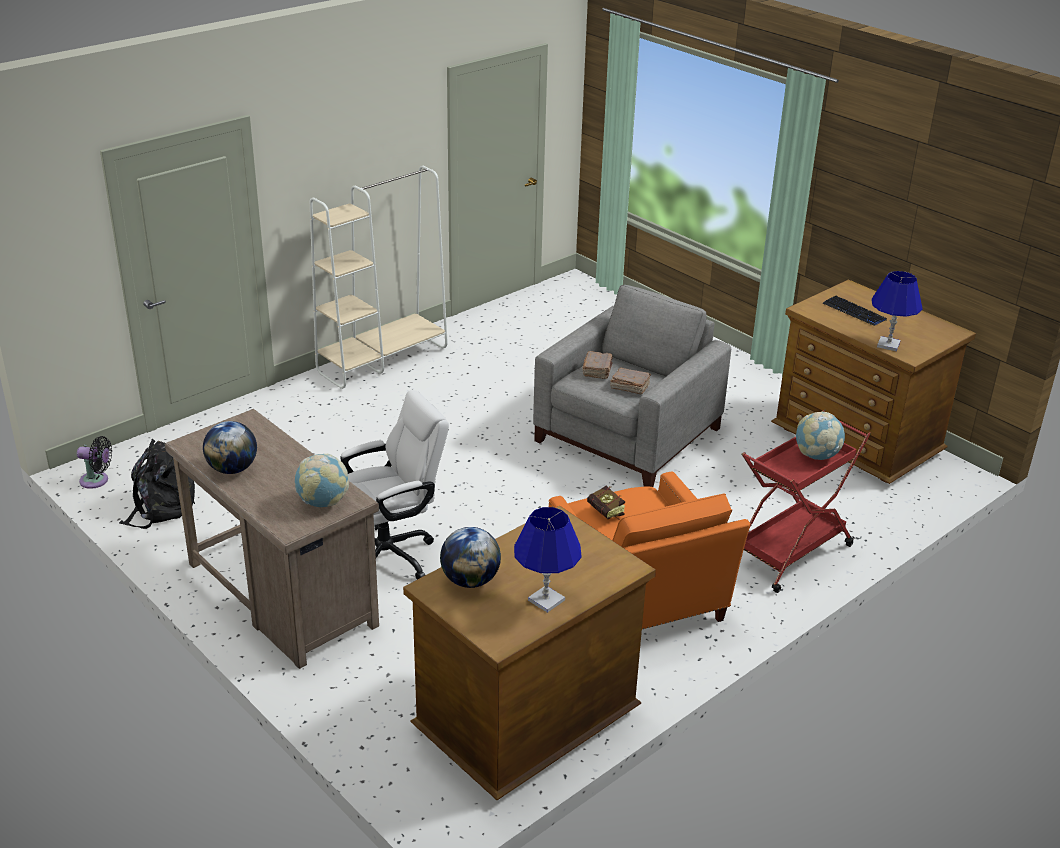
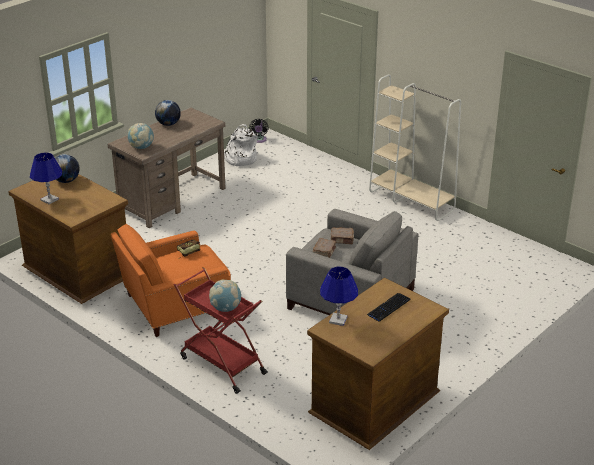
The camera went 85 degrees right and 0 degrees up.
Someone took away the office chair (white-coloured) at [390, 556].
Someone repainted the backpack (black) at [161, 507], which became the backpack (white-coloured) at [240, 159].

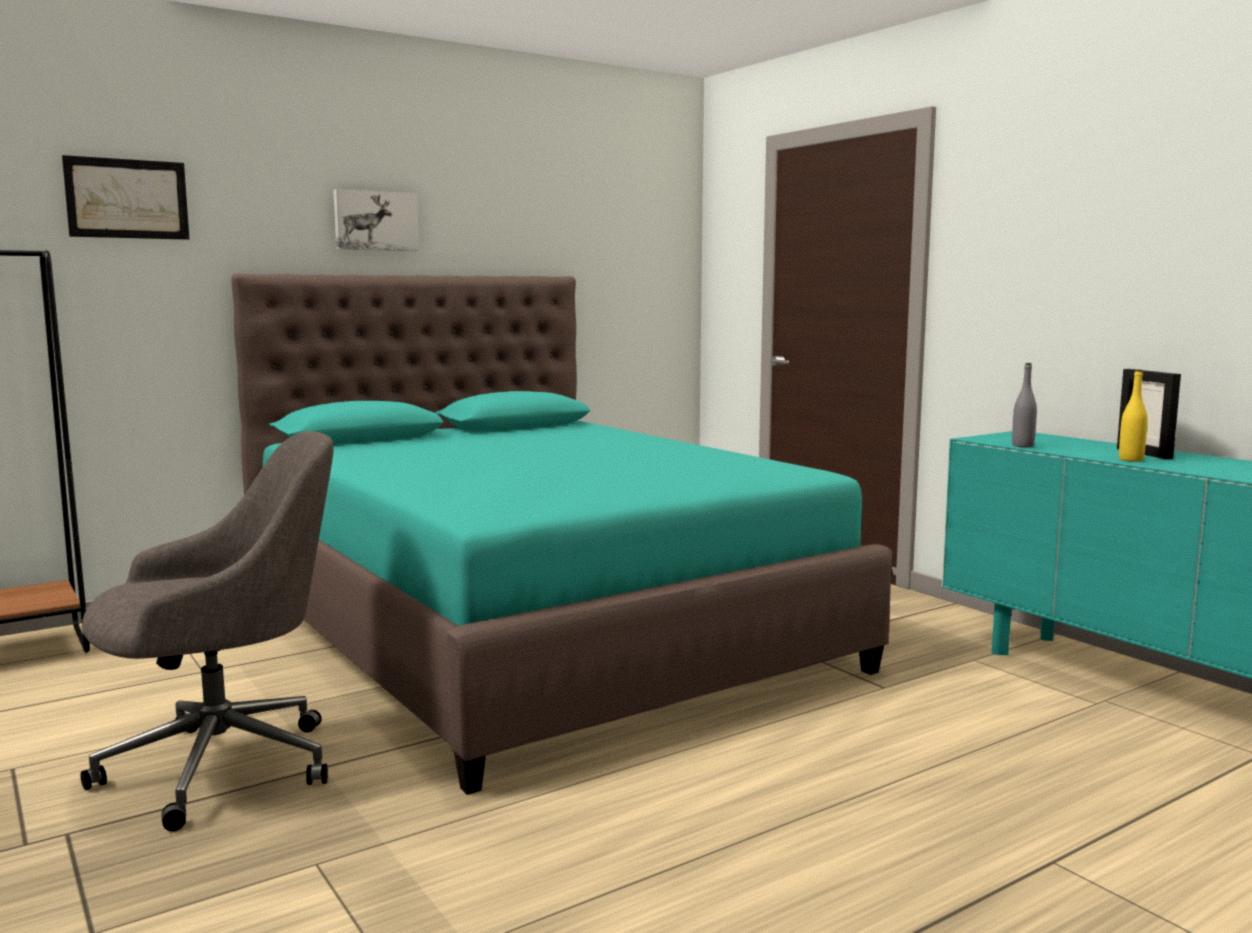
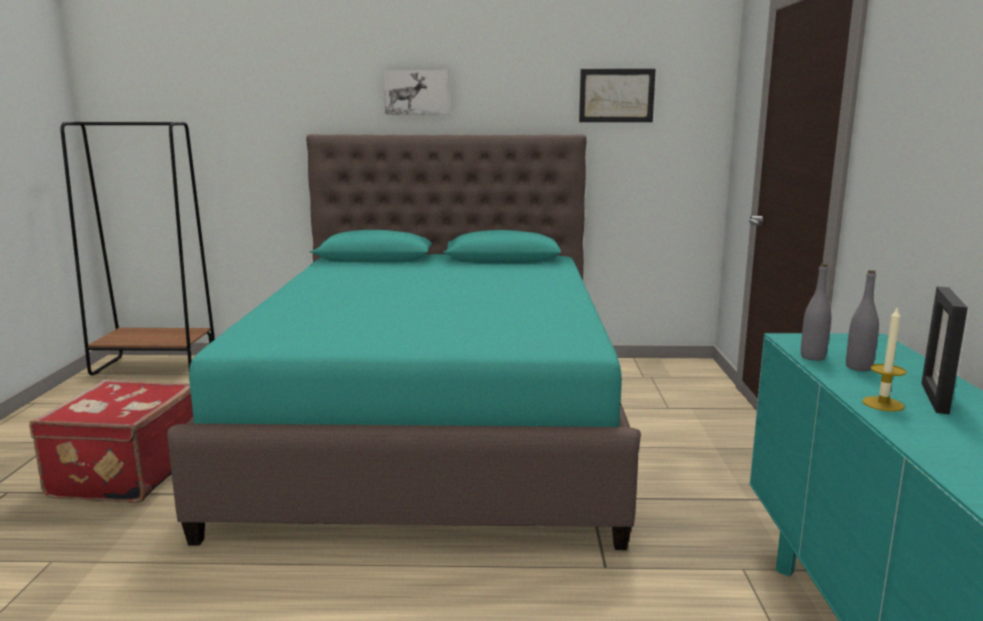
The camera went 35 degrees right and 5 degrees up.
Someone put down the beverage bottle (gray) at [858, 367].
Someone carried the wall picture from [127, 199] to [616, 95].
Someone swapped the office chair (gray) at [223, 767] for the suitcase (reddish) at [123, 475].
Someone swapped the beverage bottle (yellow-coloured) at [1131, 460] for the wax light at [883, 404].

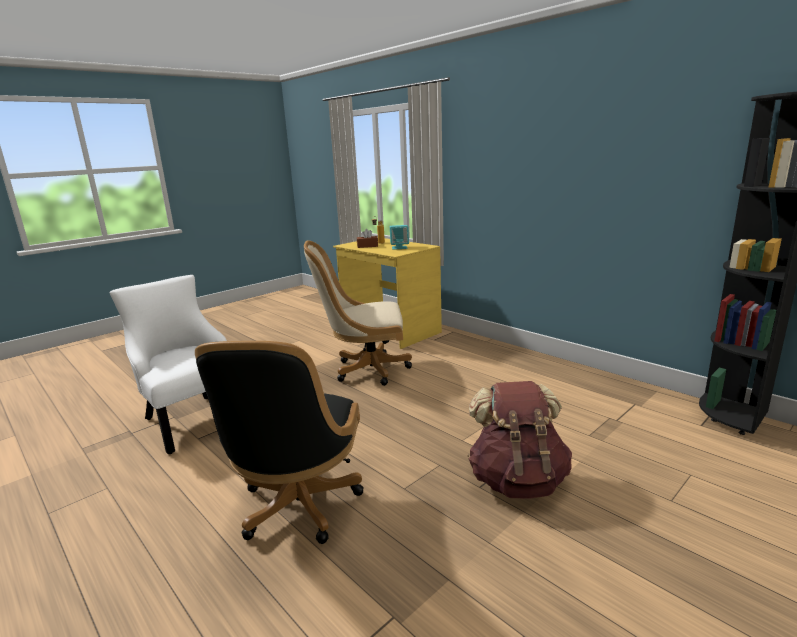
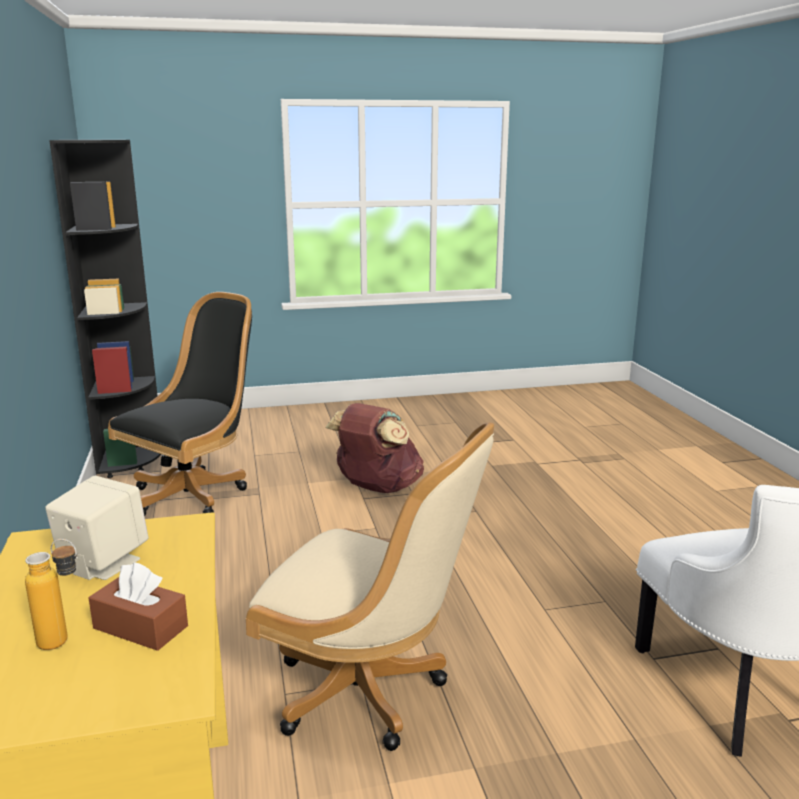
The camera went 150 degrees left and 0 degrees up.
Someone carried the office chair (black) from [297, 513] to [196, 493].
Someone repainted the loudspeaker (turquoise) at [399, 247], which became the loudspeaker (beige-coloured) at [103, 563].

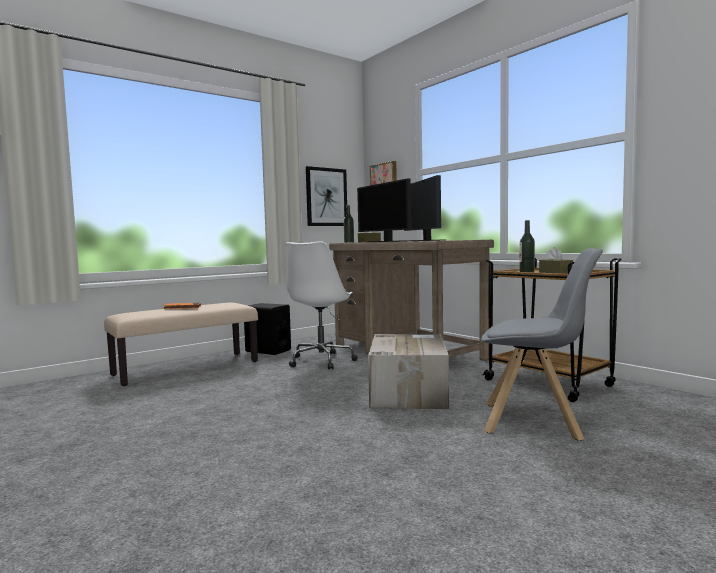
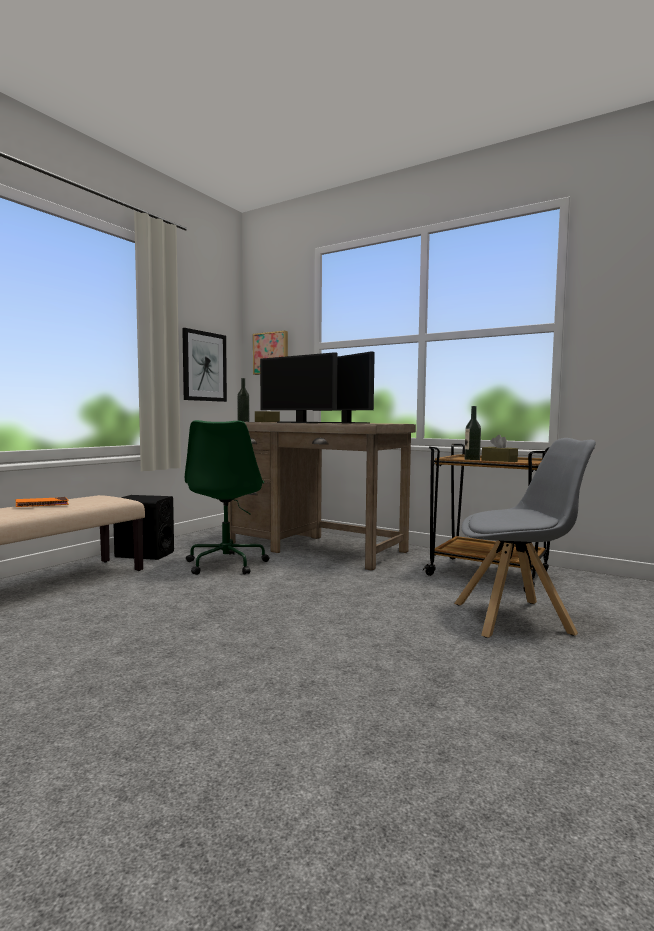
The camera went 20 degrees left and 0 degrees up.
Someone took away the carton at [408, 391].
Someone repainted the office chair (white-coloured) at [320, 361], which became the office chair (green-coloured) at [225, 565].

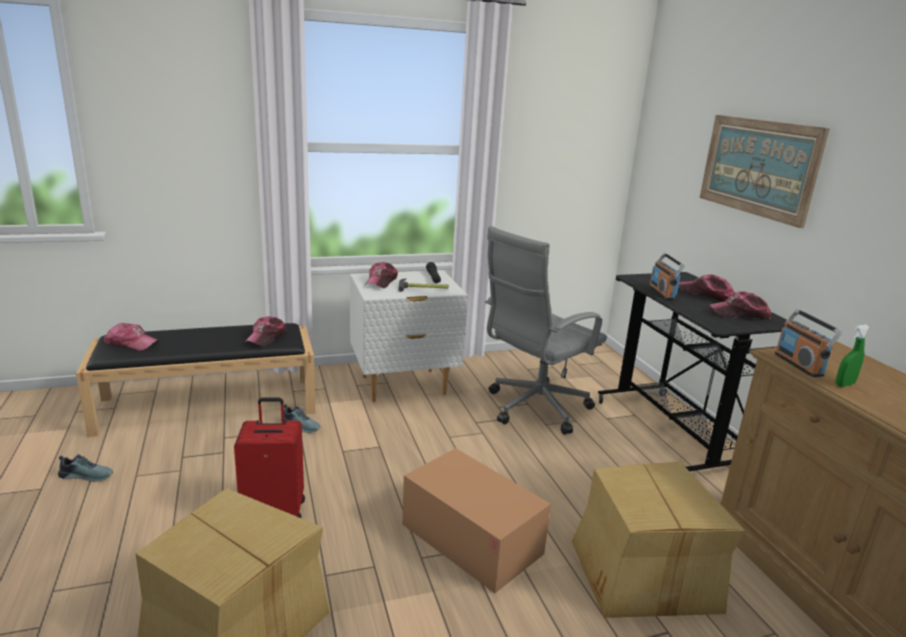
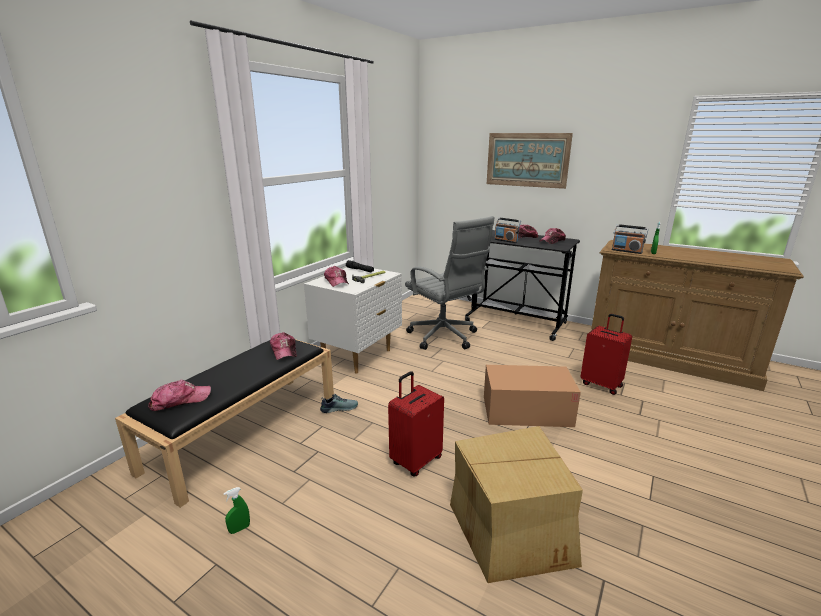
The camera went 40 degrees left and 0 degrees up.
Someone swapped the item of footwear at [87, 475] for the hand sprayer (green-coloured) at [239, 529].
Someone swapped the carton at [643, 573] for the suitcase (reddish) at [601, 384].
Someone rotated the office chair (gray) at [534, 409] by 45 degrees counterclockwise.

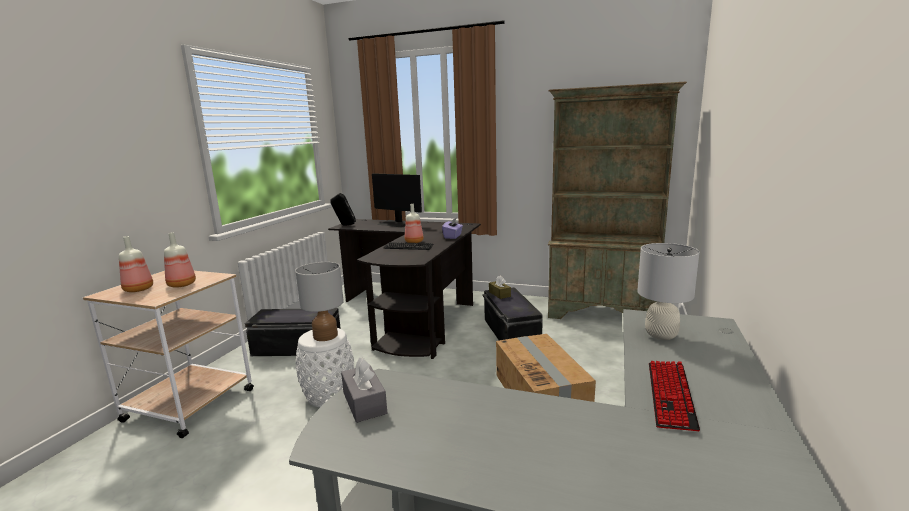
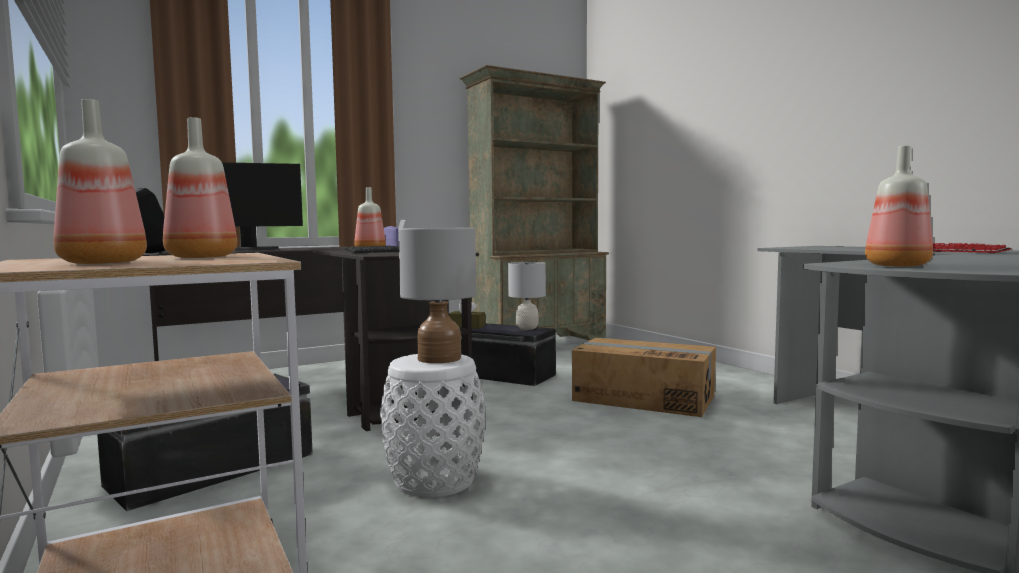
The camera went 50 degrees left and 10 degrees down.
Someone carried the table lamp (gray) from [660, 336] to [527, 329].
Someone swapped the tissue holder (gray) at [364, 403] for the beverage bottle at [896, 266].

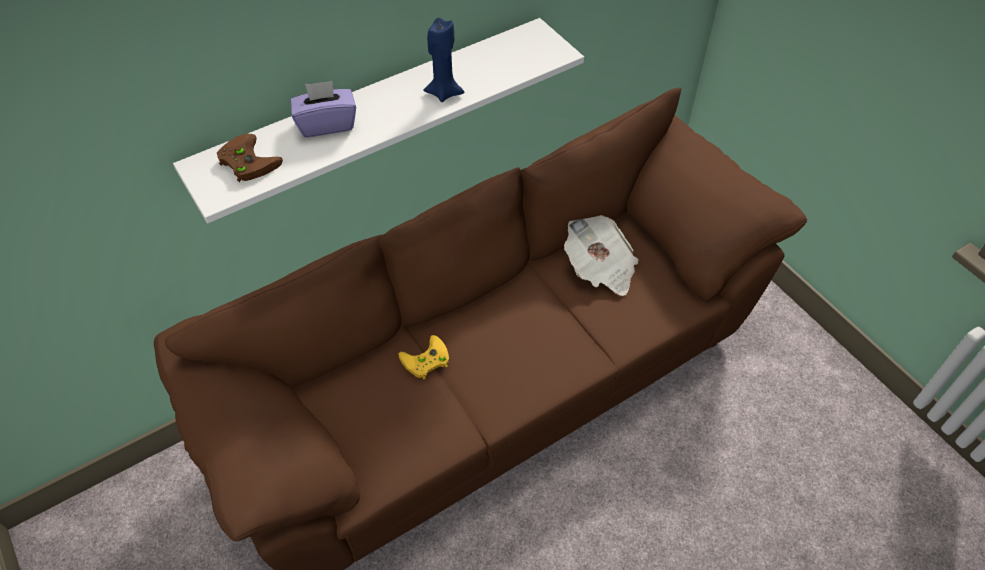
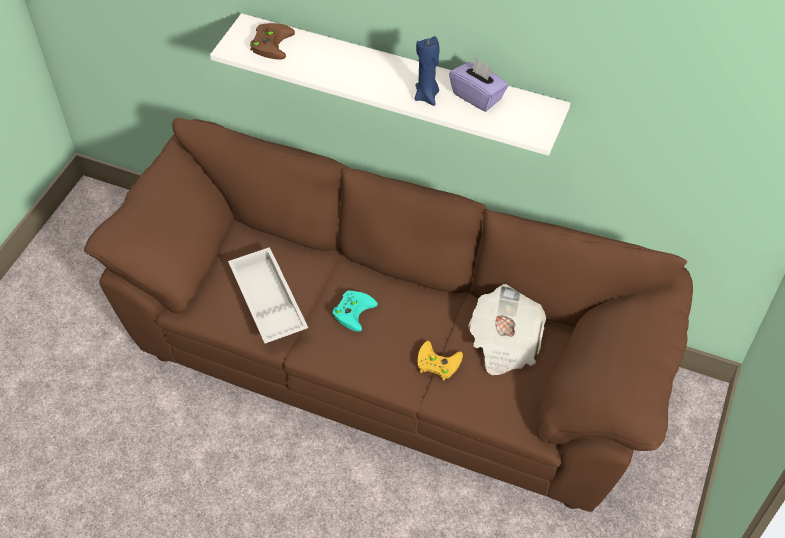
The camera went 55 degrees right and 0 degrees up.
Someone put down the tray (white-coloured) at [266, 302].
Someone put down the game controller (turquoise) at [353, 310].
Someone carried the tissue holder (purple) from [326, 124] to [477, 96].
Someone carried the game controller (yellow-coloured) from [425, 361] to [436, 363].

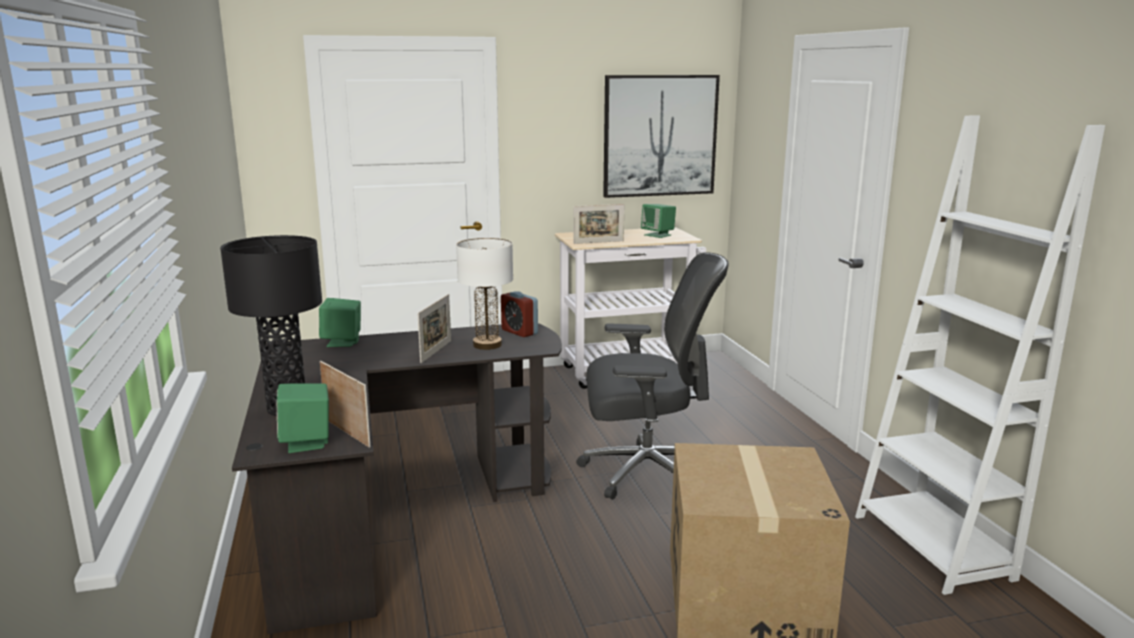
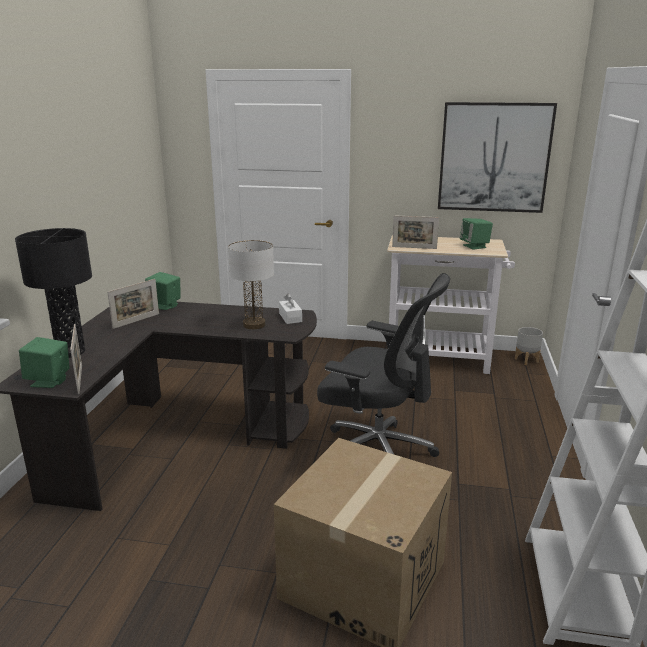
The camera went 25 degrees right and 5 degrees up.
Someone put down the flower pot (gray) at [527, 360].
Someone carried the photo frame from [436, 351] to [136, 321].
Someone swapped the bedside clock at [519, 332] for the tissue holder (white-coloured) at [290, 317].

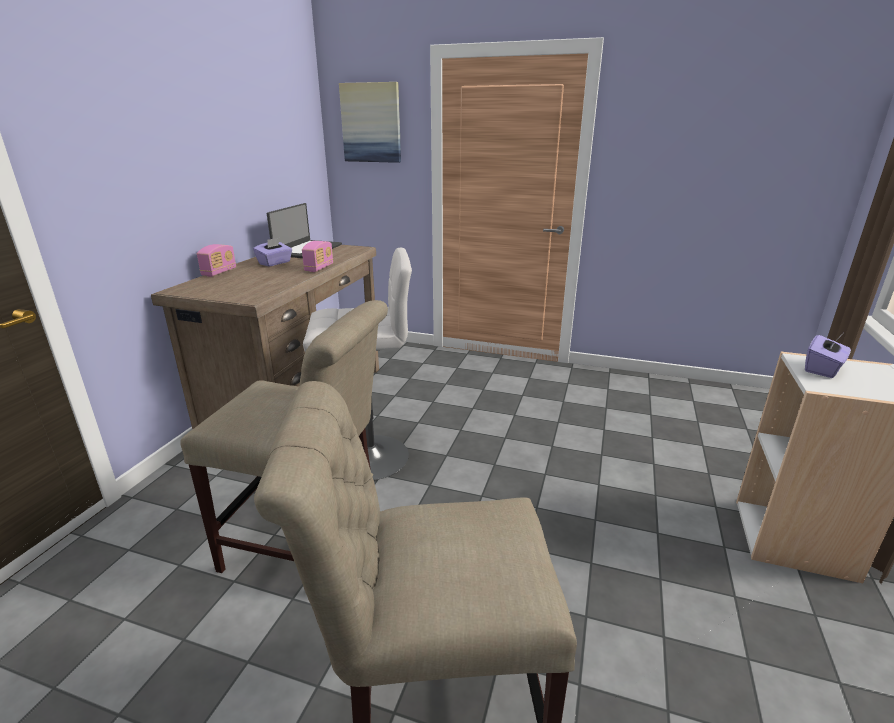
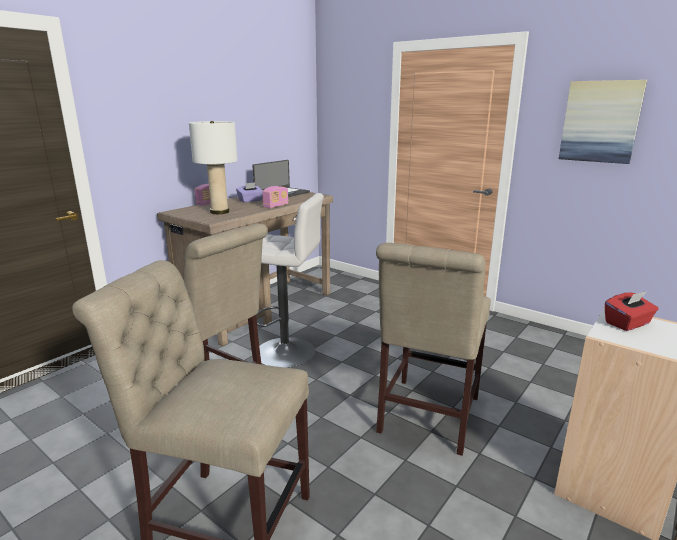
The camera went 20 degrees right and 5 degrees down.
Someone put down the table lamp (white-coloured) at [219, 212].
Someone put down the upright chair (beige-coloured) at [426, 418].
Someone carried the wall picture from [371, 123] to [600, 121].
Someone repainted the tissue holder (purple) at [823, 369], which became the tissue holder (reddish) at [627, 323].

